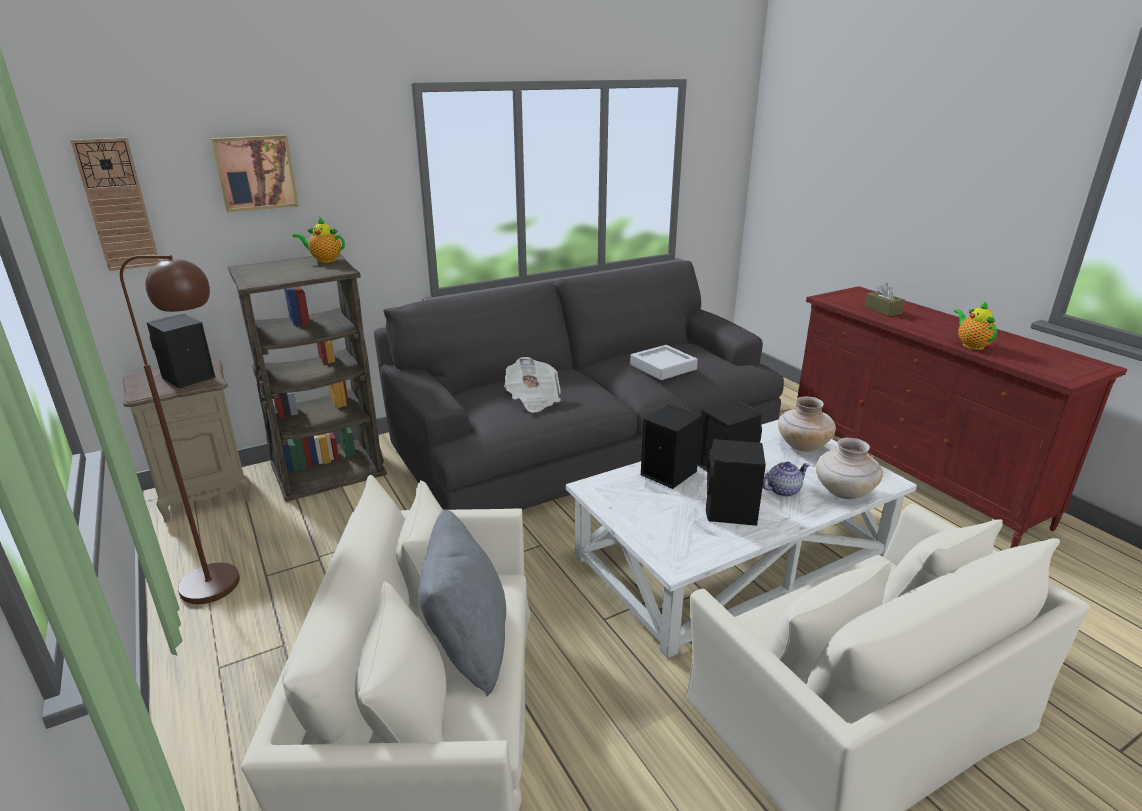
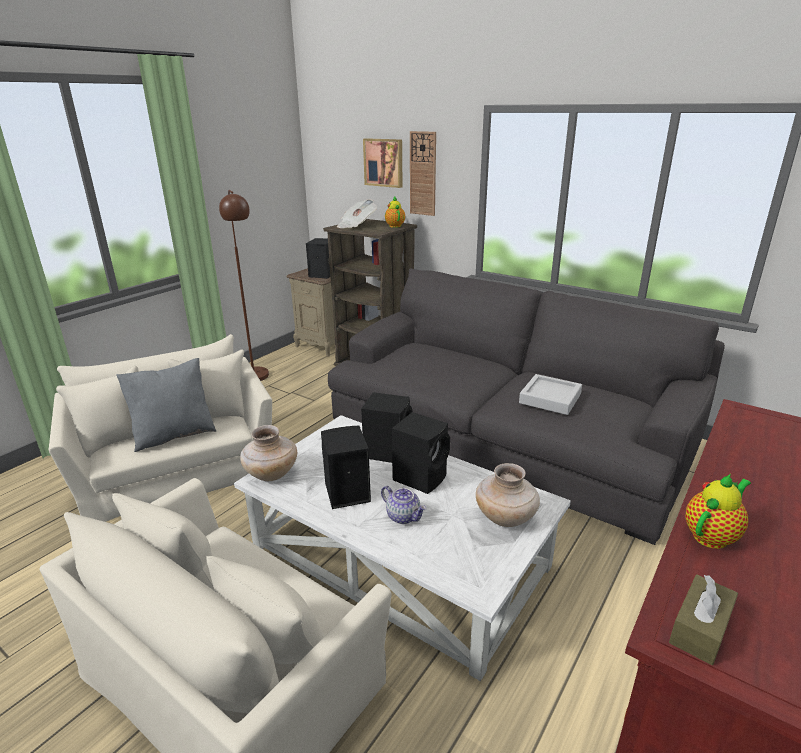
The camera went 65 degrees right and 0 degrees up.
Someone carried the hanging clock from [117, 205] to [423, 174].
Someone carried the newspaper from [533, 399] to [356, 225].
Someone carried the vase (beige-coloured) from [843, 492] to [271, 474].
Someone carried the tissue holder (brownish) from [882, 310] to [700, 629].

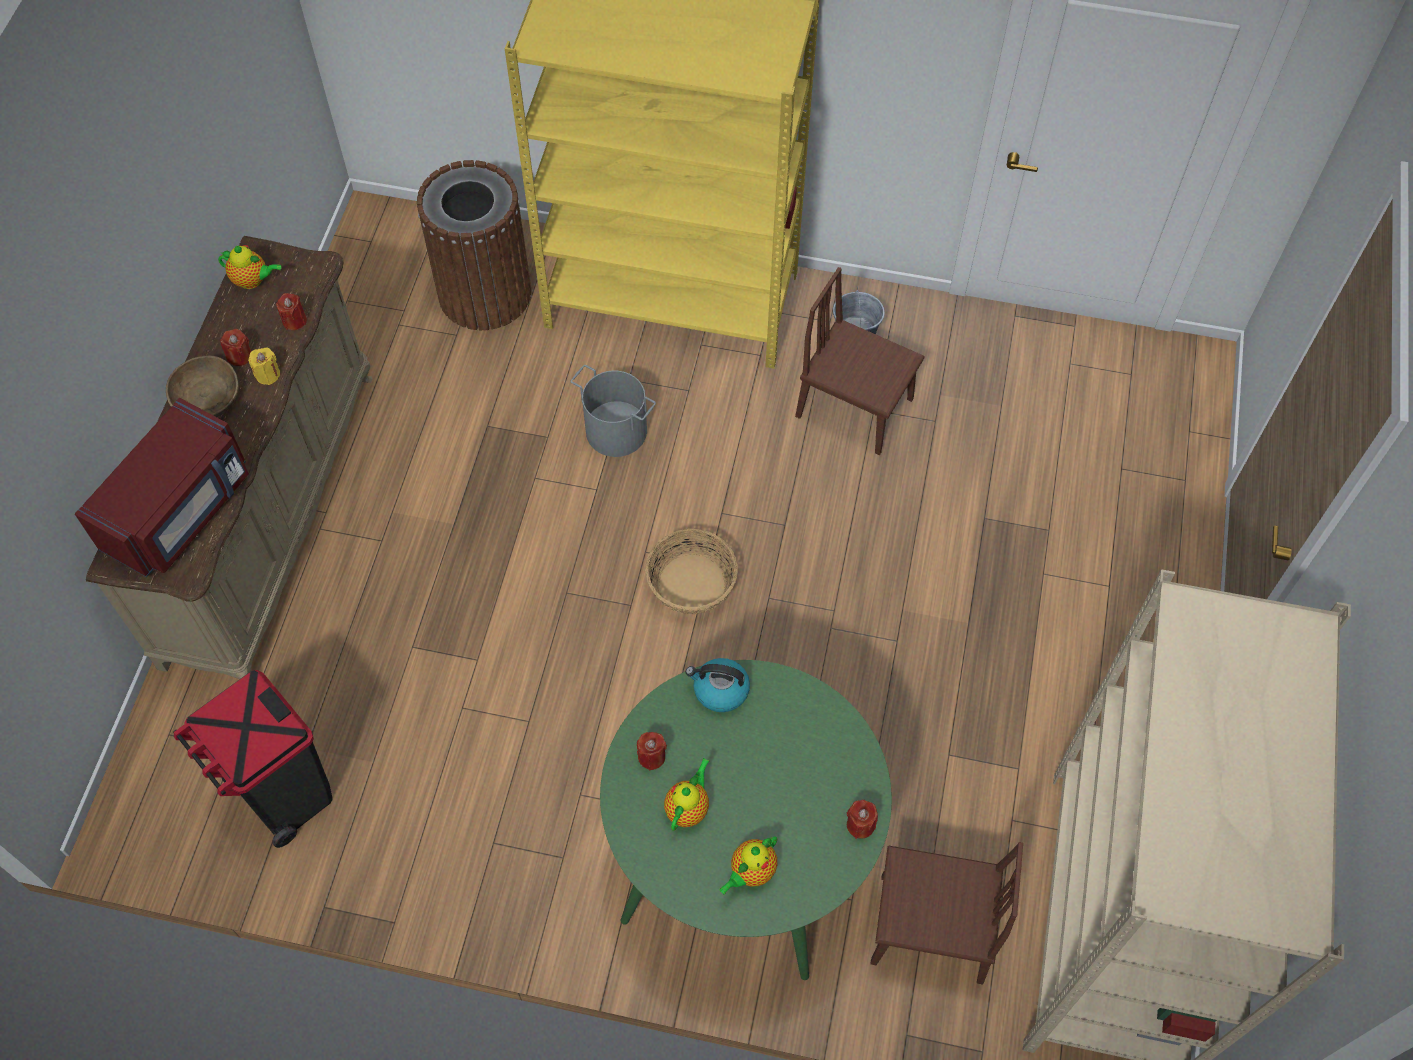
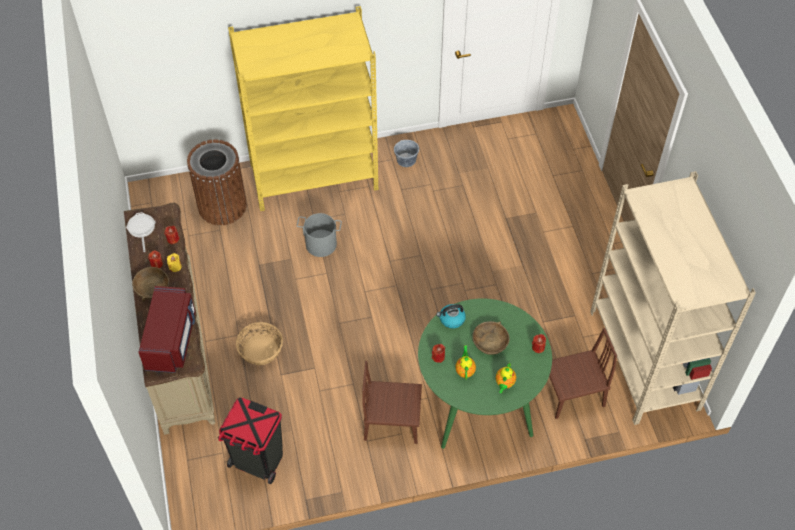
The camera went 25 degrees left and 5 degrees down.
Someone put down the bowl (brownish) at [490, 341].
Someone carried the basket from [692, 584] to [261, 350].
Someone carried the upright chair (brownish) from [854, 408] to [392, 422].
Someone swapped the pot for tea at [253, 280] for the pan at [141, 229].

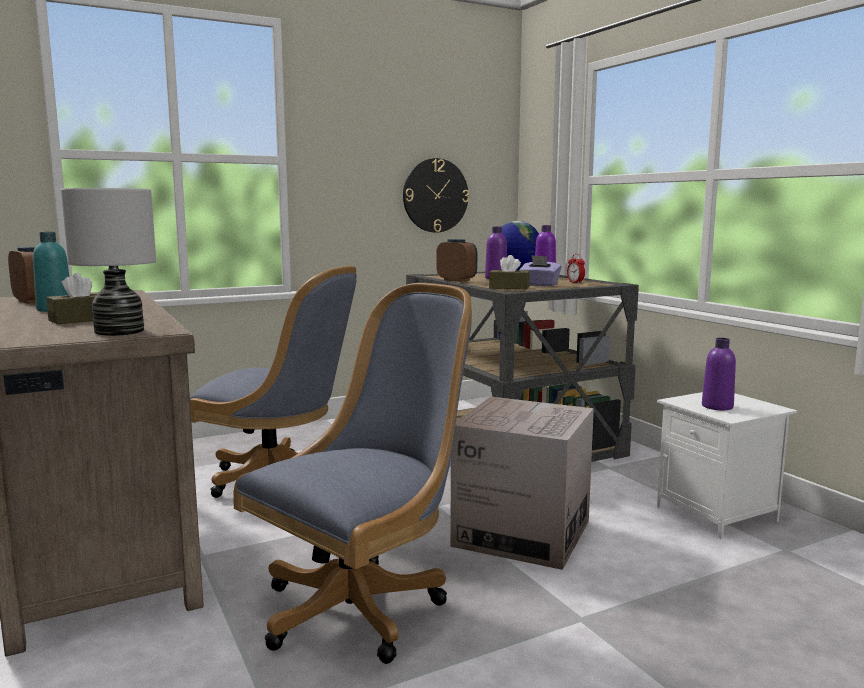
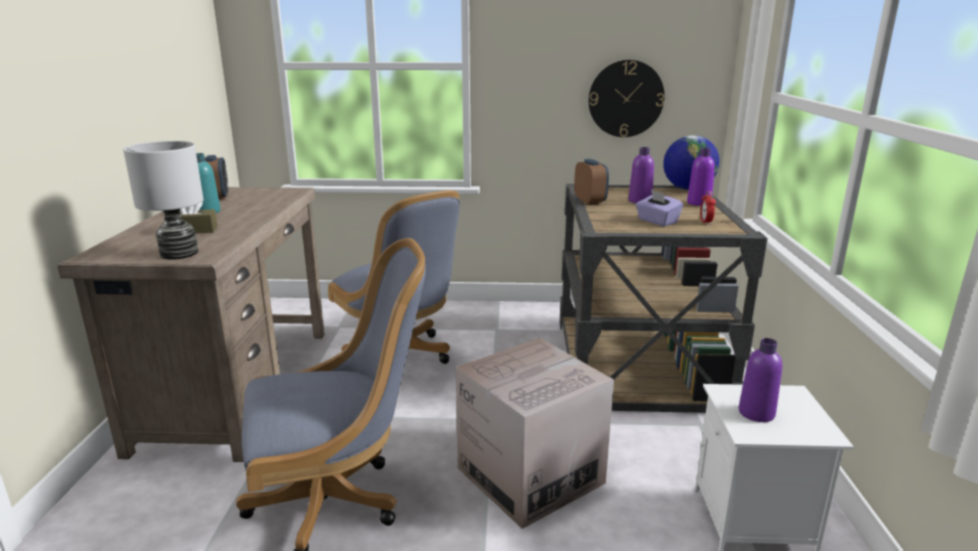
The camera went 30 degrees right and 10 degrees up.
Someone took away the tissue holder (brownish) at [509, 287].

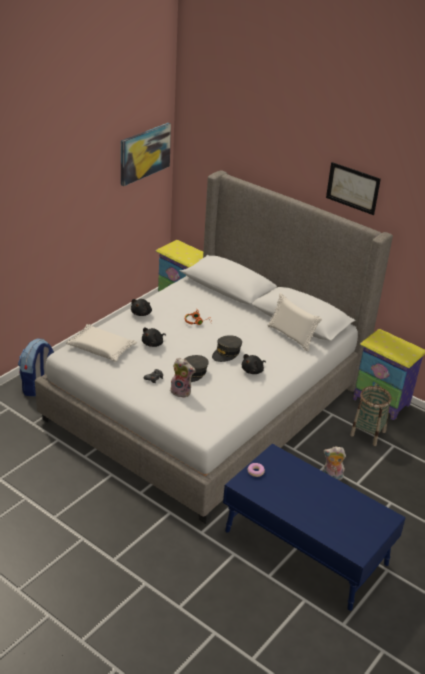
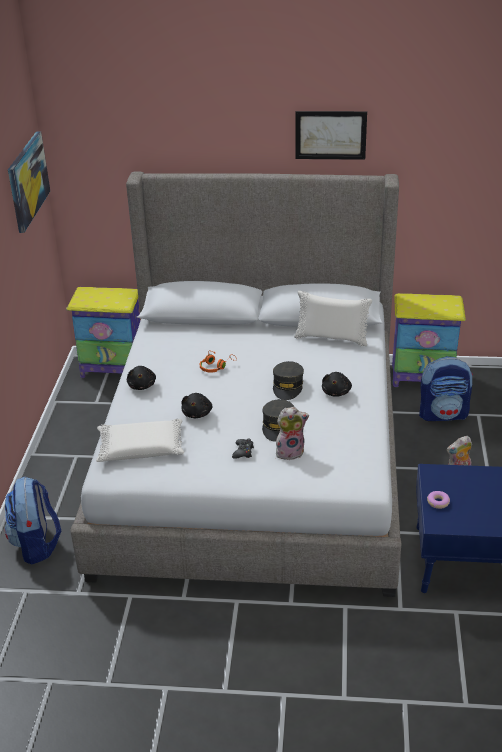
The camera went 30 degrees left and 0 degrees up.
Someone swapped the basket at [368, 433] for the backpack at [443, 414].

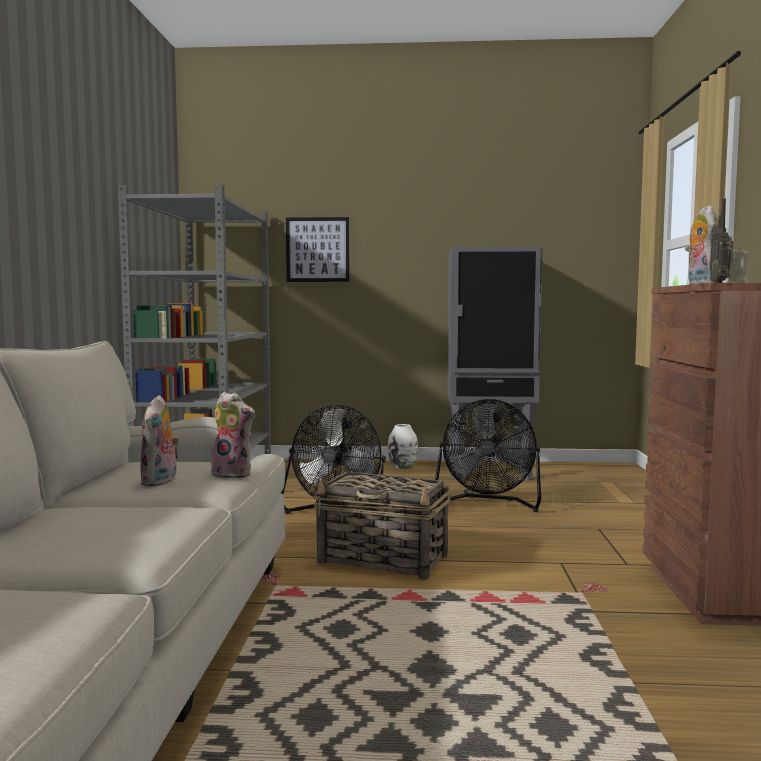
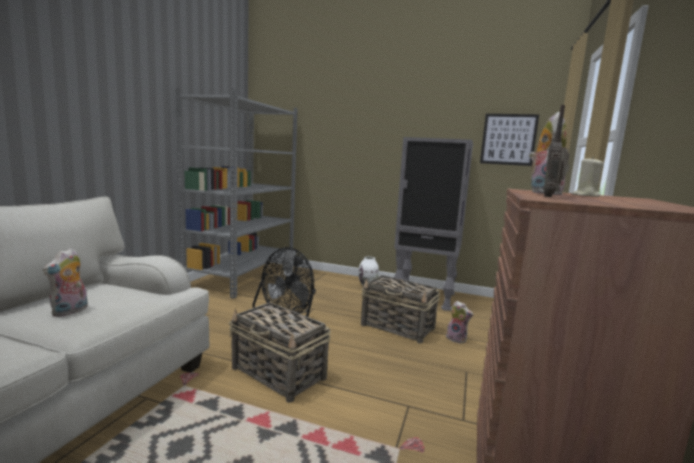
The camera went 15 degrees right and 5 degrees up.
Someone carried the soft toy from [234, 474] to [457, 339].
Someone carried the wall picture from [317, 249] to [508, 139].
Someone swapped the cooling fan (black) at [485, 502] for the basket at [398, 327].

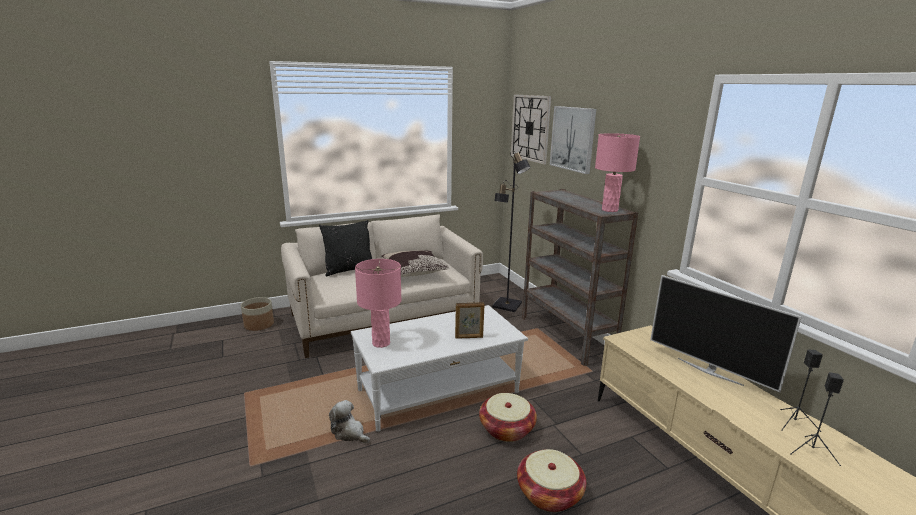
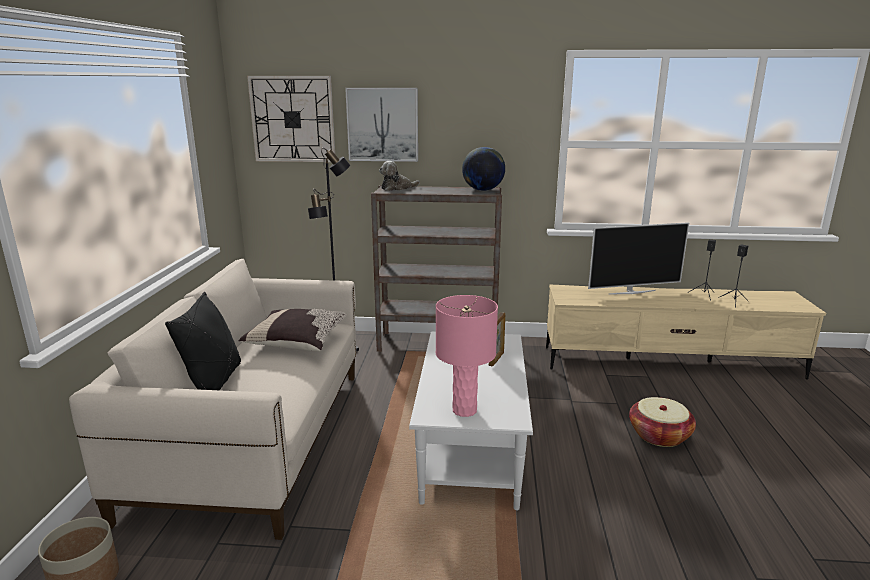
The camera went 60 degrees left and 0 degrees up.
Someone took away the basket at [507, 429].
Someone carried the soft toy from [349, 433] to [397, 188].
Someone swapped the table lamp (pink-coloured) at [609, 210] for the globe at [482, 190].

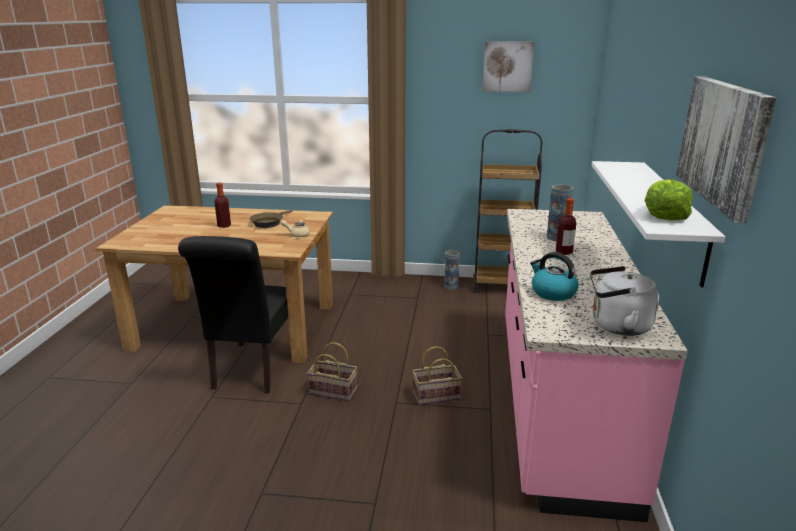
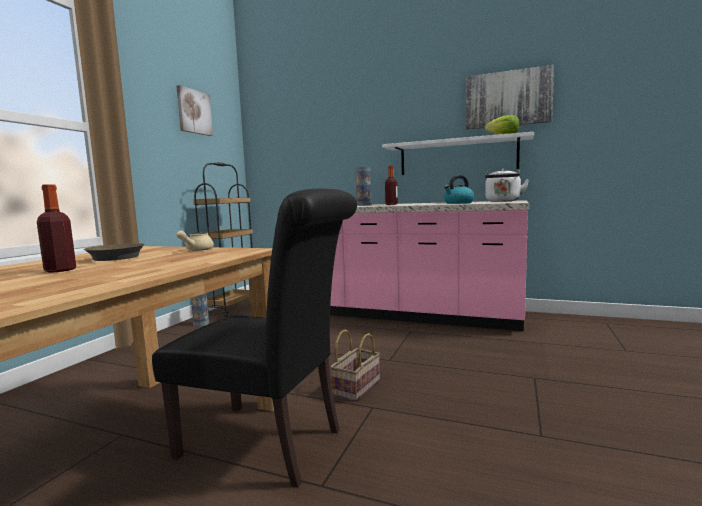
The camera went 75 degrees left and 15 degrees down.
Someone took away the basket at [435, 396].

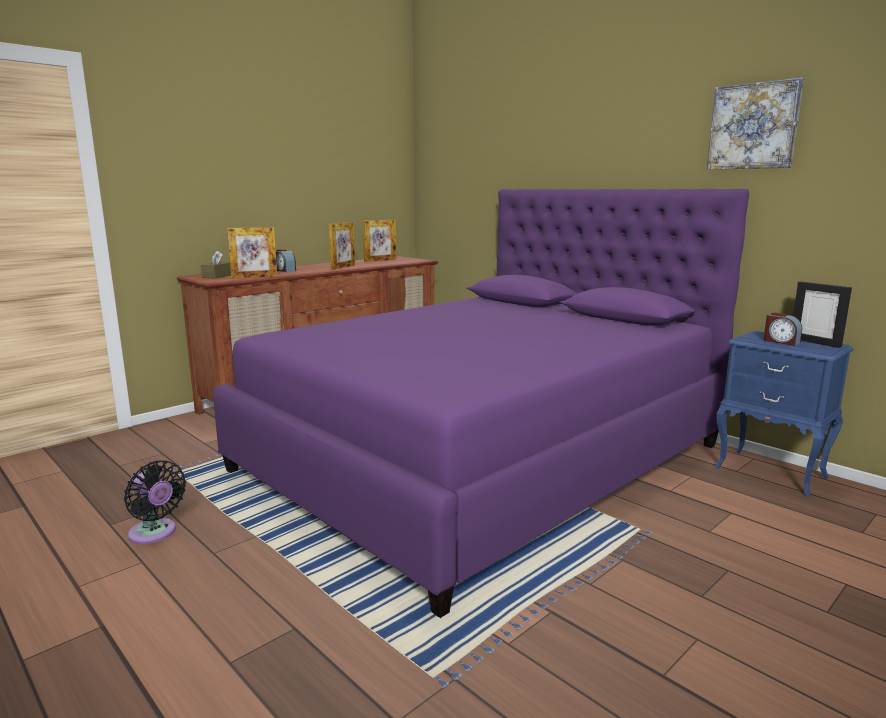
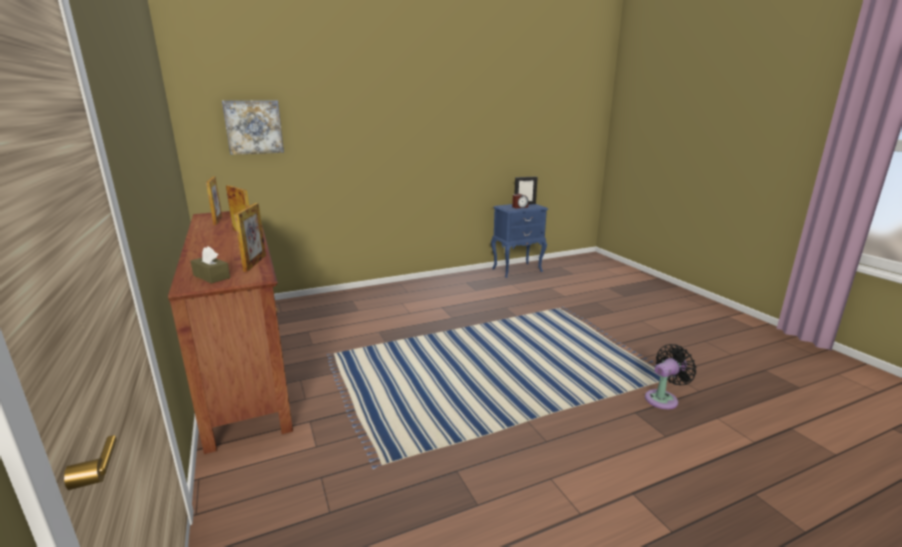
The camera went 70 degrees left and 5 degrees up.
Someone took away the sleeping bed (purple) at [482, 457].
Someone took away the bedside clock at [284, 270].
Someone carried the cooling fan (black) from [155, 534] to [663, 398].
Someone carried the wall picture from [753, 126] to [253, 127].

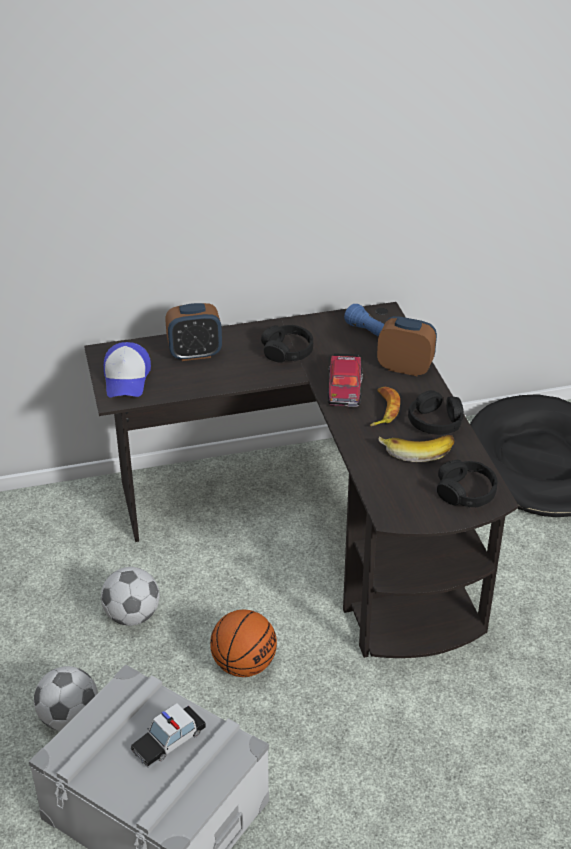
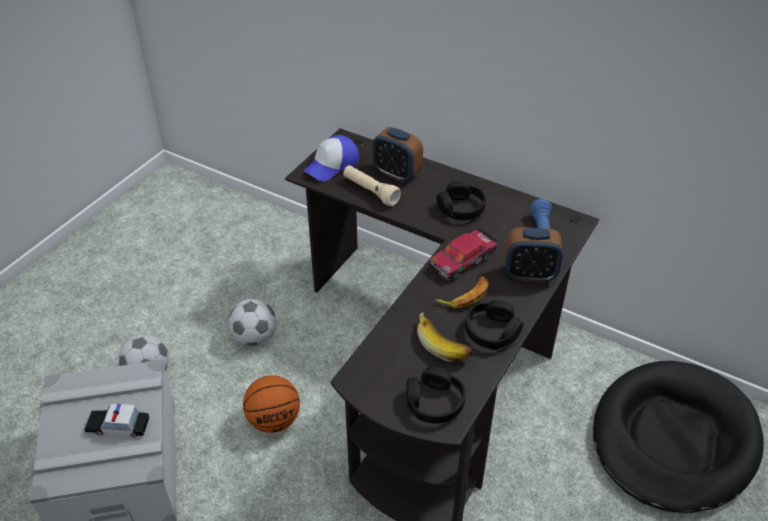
The camera went 45 degrees right and 5 degrees up.
Someone put down the flashlight (beige-coloured) at [370, 192].
Someone rotated the bedside clock at [405, 368] by 120 degrees clockwise.

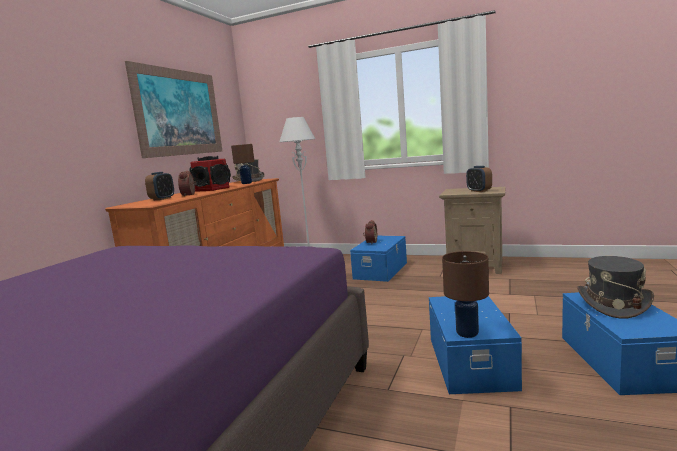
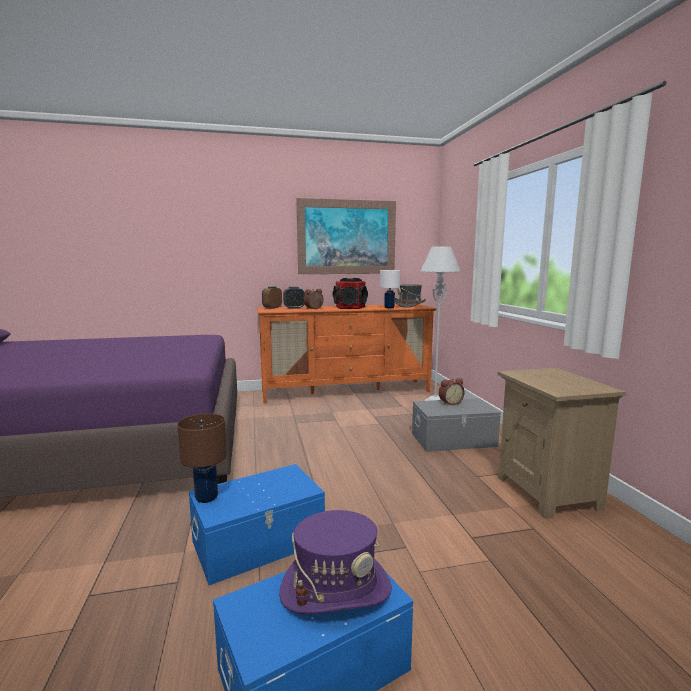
The camera went 55 degrees right and 0 degrees up.
Someone carried the bedside clock from [479, 191] to [272, 308].
Someone repainted the table lamp (brownish) at [246, 183], which became the table lamp (white-coloured) at [389, 308].
Someone repainted the storage box (blue-coloured) at [381, 270], which became the storage box (gray) at [454, 440].
Someone repainted the clothing hat (gray) at [613, 304], which became the clothing hat (purple) at [336, 588].

